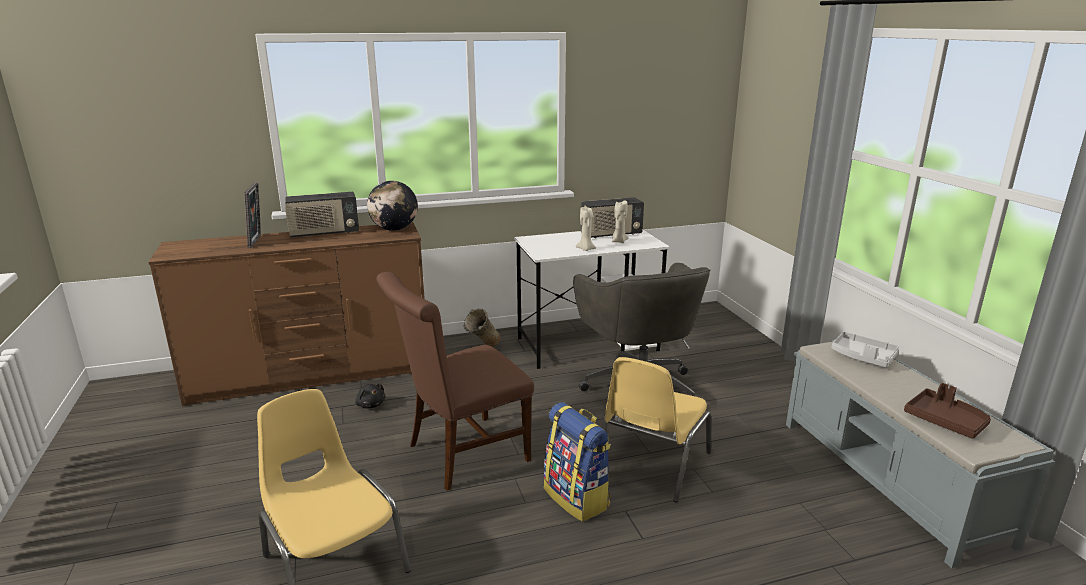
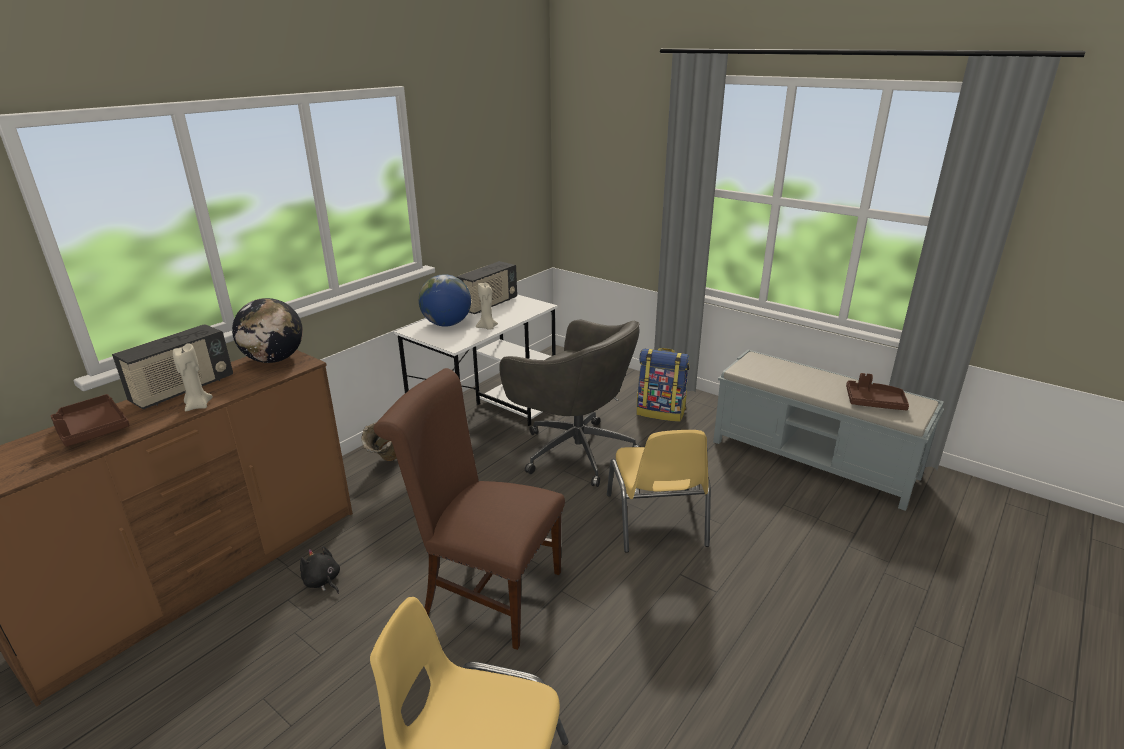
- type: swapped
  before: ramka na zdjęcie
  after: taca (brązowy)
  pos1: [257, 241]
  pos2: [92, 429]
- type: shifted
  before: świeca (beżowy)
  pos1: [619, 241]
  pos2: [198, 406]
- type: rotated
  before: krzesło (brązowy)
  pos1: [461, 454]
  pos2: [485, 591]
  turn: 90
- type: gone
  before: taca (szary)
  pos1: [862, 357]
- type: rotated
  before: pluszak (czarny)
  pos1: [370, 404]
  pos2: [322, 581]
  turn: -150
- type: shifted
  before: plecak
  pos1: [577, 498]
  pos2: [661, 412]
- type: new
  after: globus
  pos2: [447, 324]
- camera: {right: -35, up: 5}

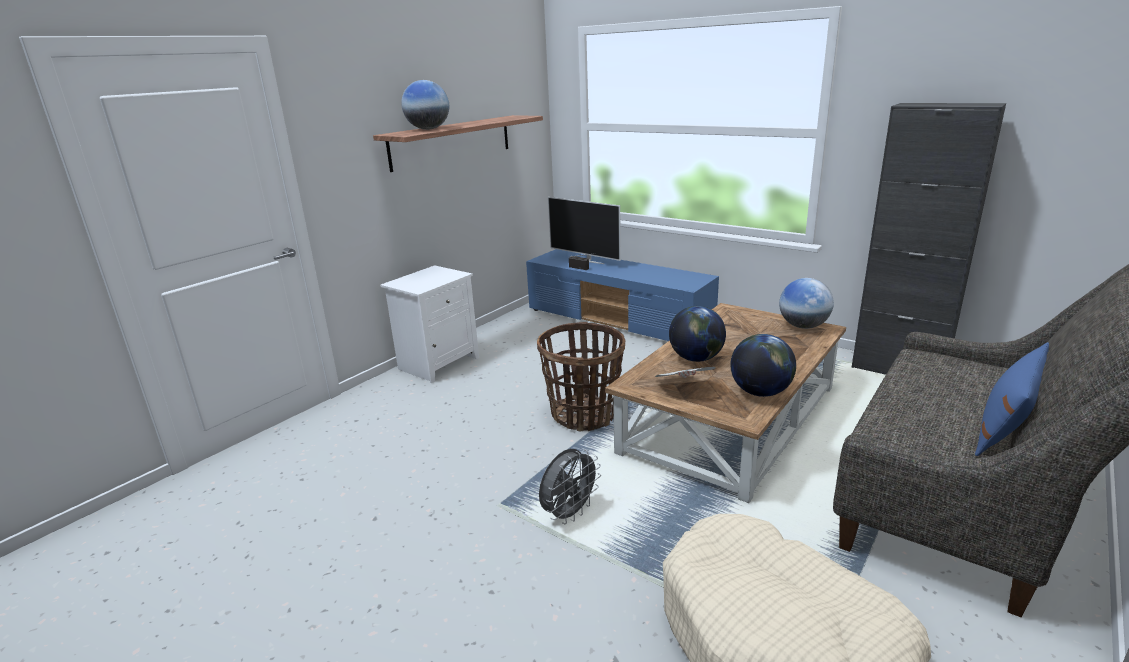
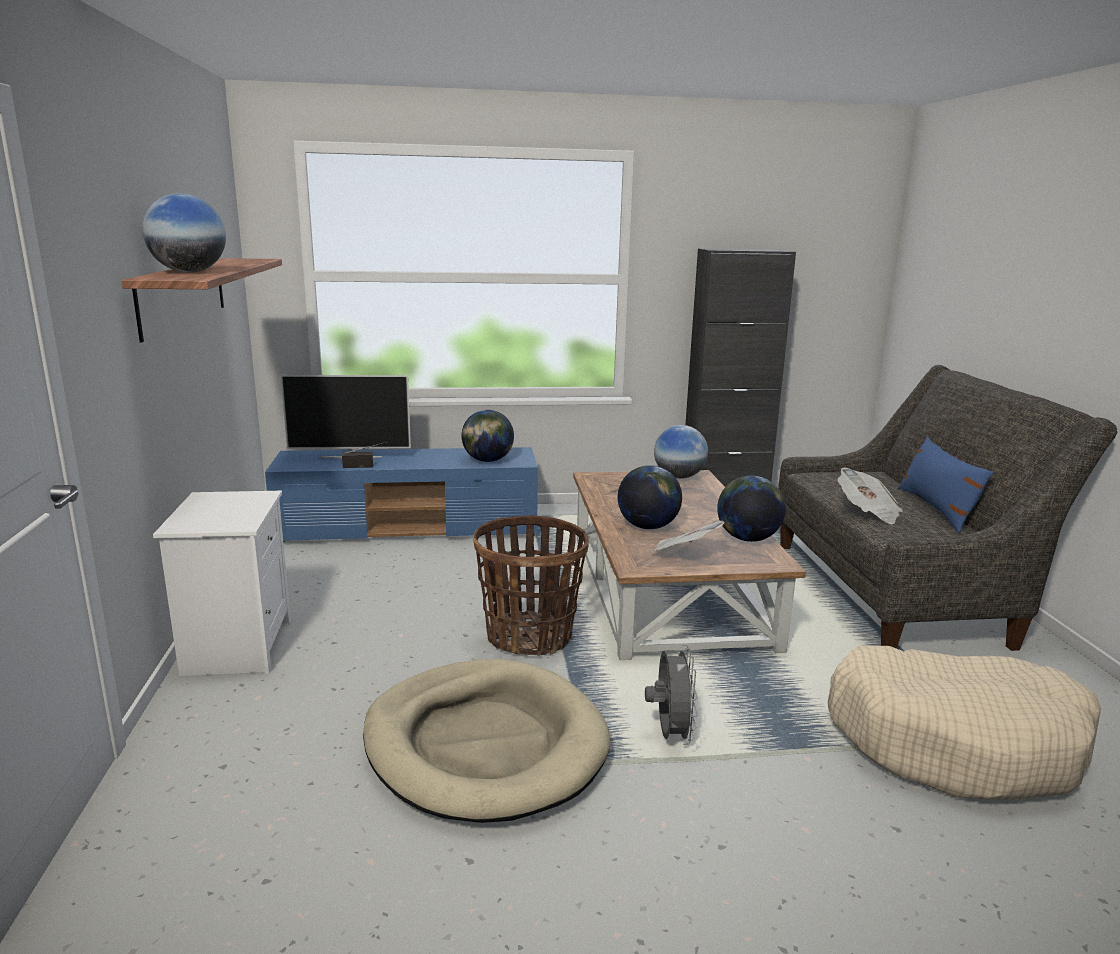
- type: new
  after: globus
  pos2: [487, 460]
- type: new
  after: gazeta
  pos2: [868, 512]
- type: new
  after: legowisko (beżowy)
  pos2: [485, 745]
- camera: {right: -45, up: -5}

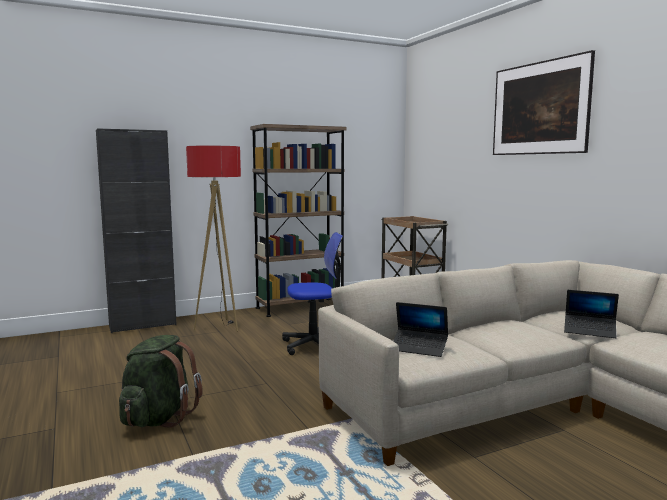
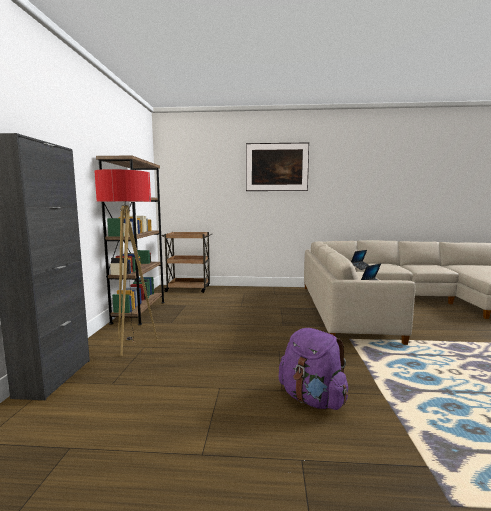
- type: gone
  before: krzesło biurowe
  pos1: [315, 345]
- type: repainted
  before: plecak (zielony)
  after: plecak (fioletowy)
  pos1: [159, 418]
  pos2: [312, 399]
- camera: {right: -60, up: 0}

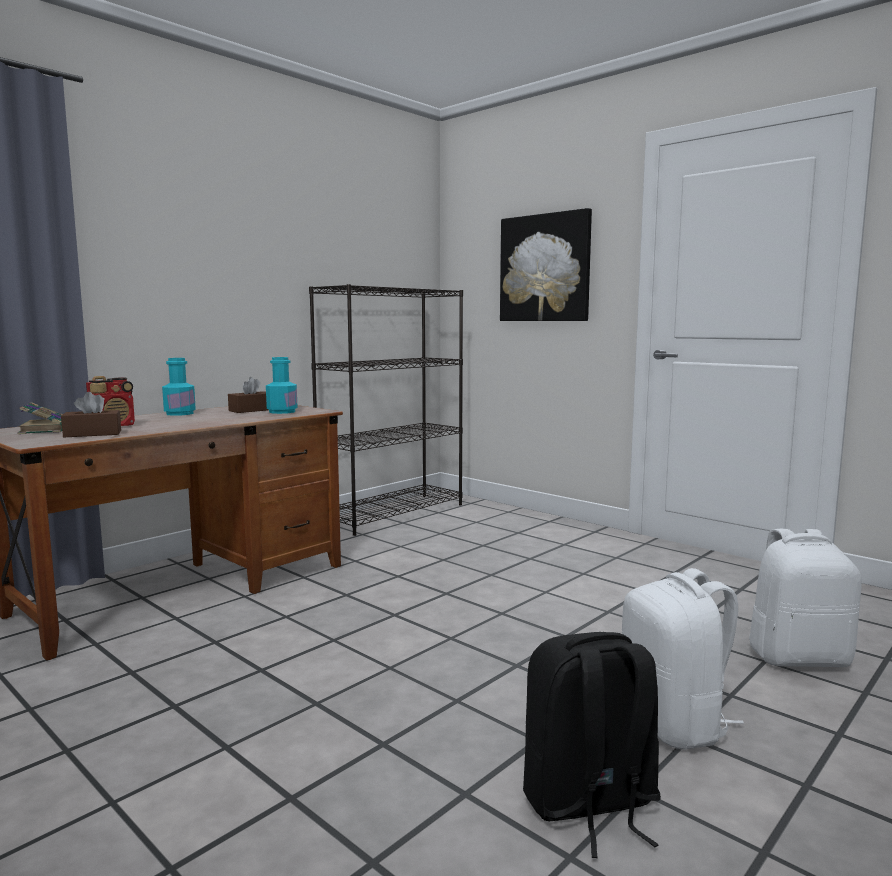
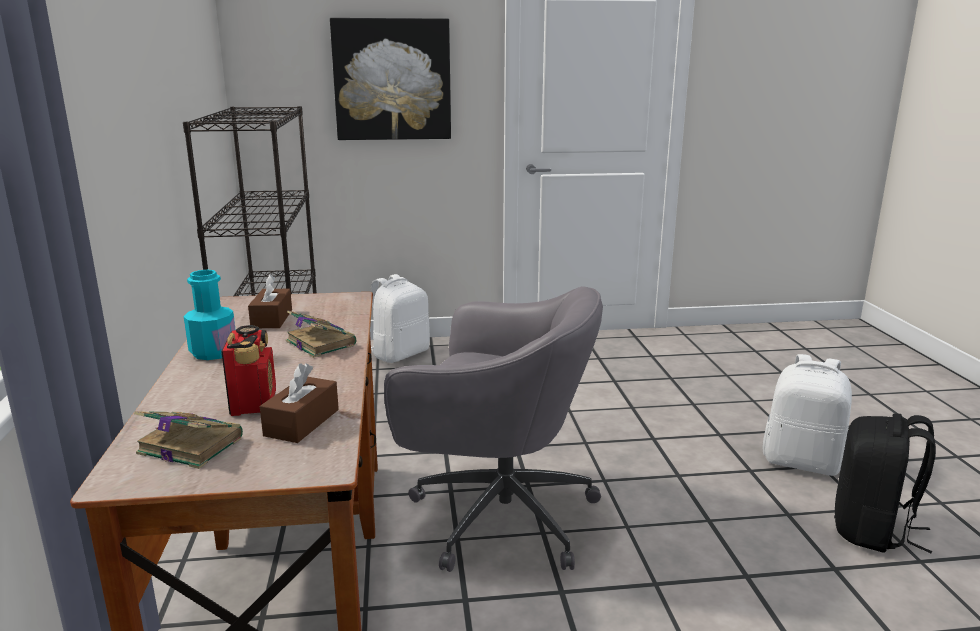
- type: gone
  before: butelka (turkusowy)
  pos1: [282, 412]
- type: shifted
  before: plecak (biały)
  pos1: [799, 657]
  pos2: [400, 354]
- type: new
  after: krzesło biurowe (szary)
  pos2: [497, 515]
- type: new
  after: książka
  pos2: [320, 343]
- camera: {right: -50, up: 10}

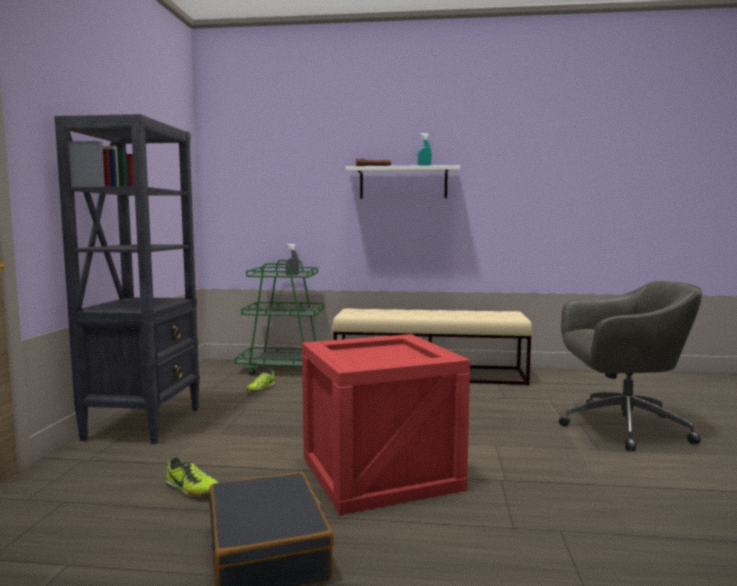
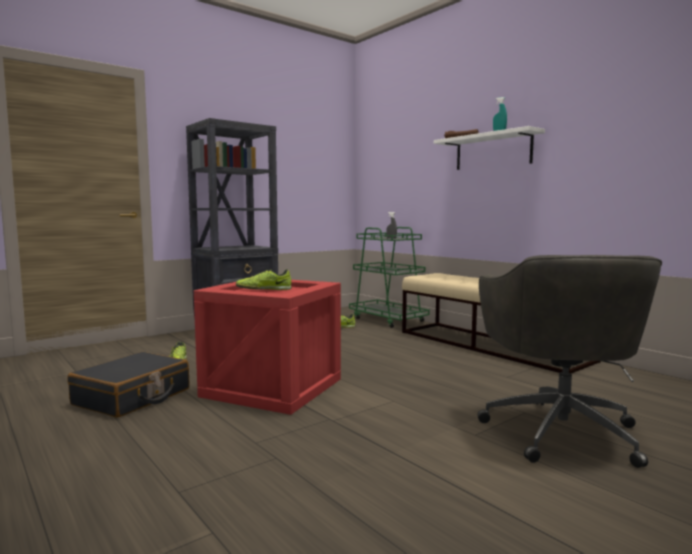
- type: rotated
  before: krzesło biurowe (szary)
  pos1: [620, 427]
  pos2: [560, 430]
  turn: 45
- type: new
  after: but
  pos2: [264, 290]
- camera: {right: 45, up: 0}

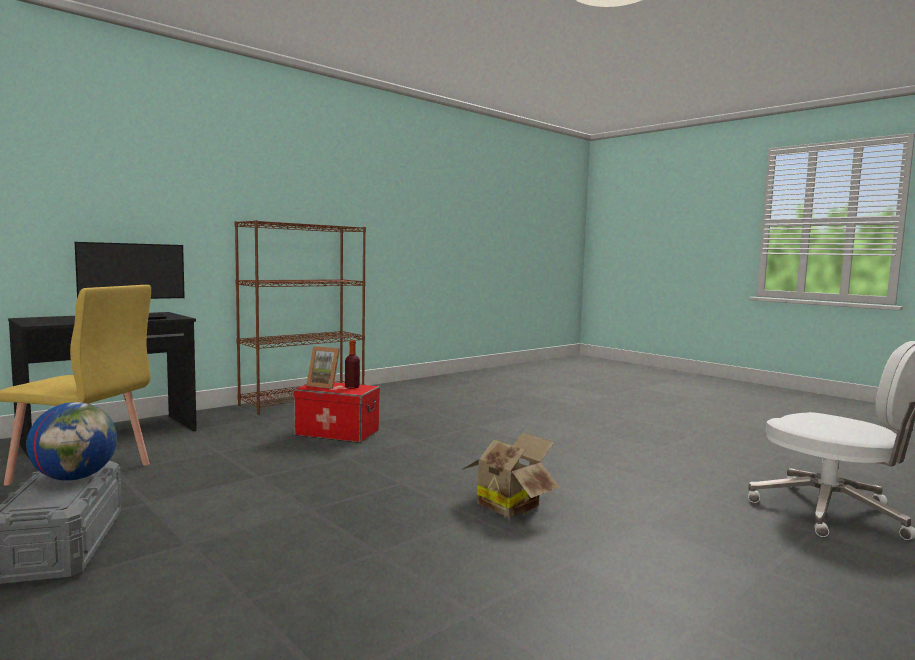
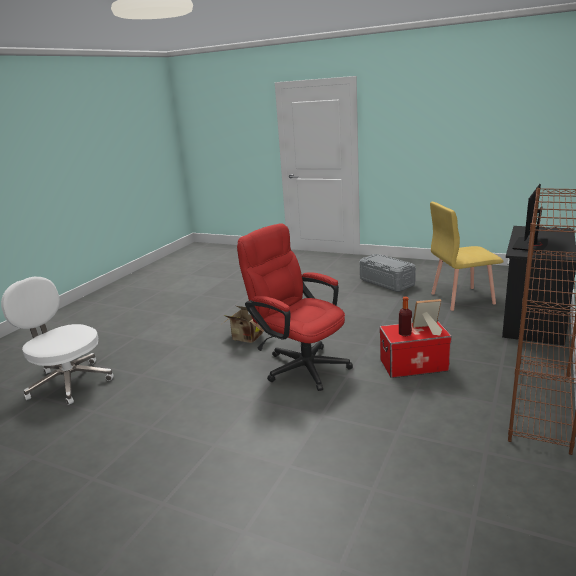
- type: gone
  before: globus
  pos1: [75, 477]
- type: new
  after: krzesło biurowe (czerwony)
  pos2: [300, 365]
- camera: {right: 160, up: 15}

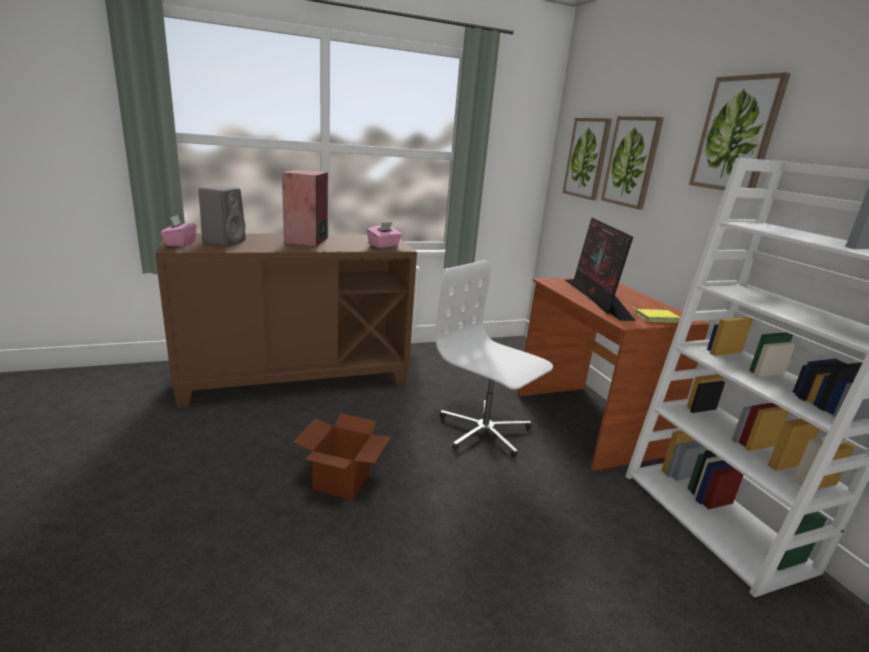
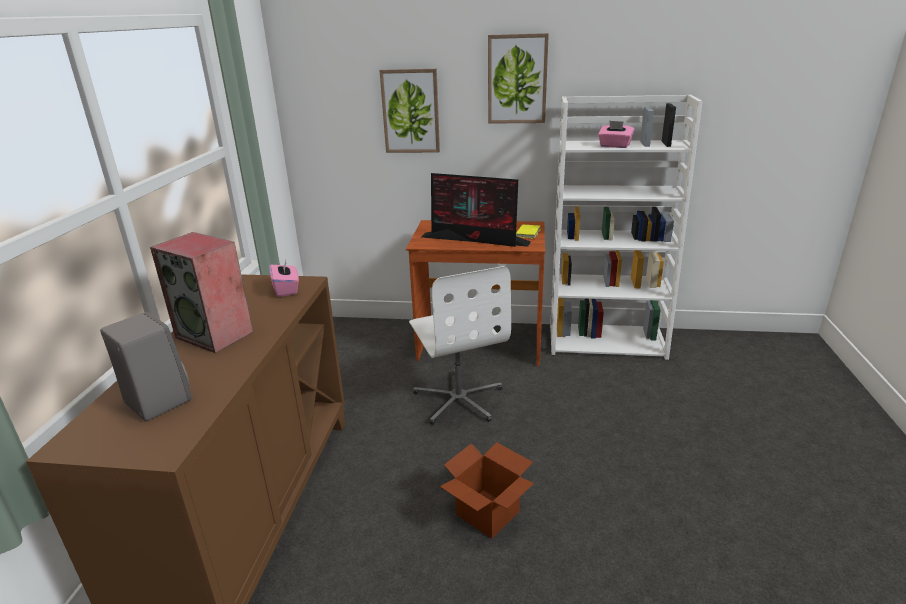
- type: gone
  before: obraz
  pos1: [587, 158]
- type: shifted
  before: pudełko chusteczek (różowy)
  pos1: [180, 243]
  pos2: [614, 146]
- type: rotated
  before: krzesło biurowe (biały)
  pos1: [484, 430]
  pos2: [459, 399]
  turn: -90
- camera: {right: -60, up: 5}

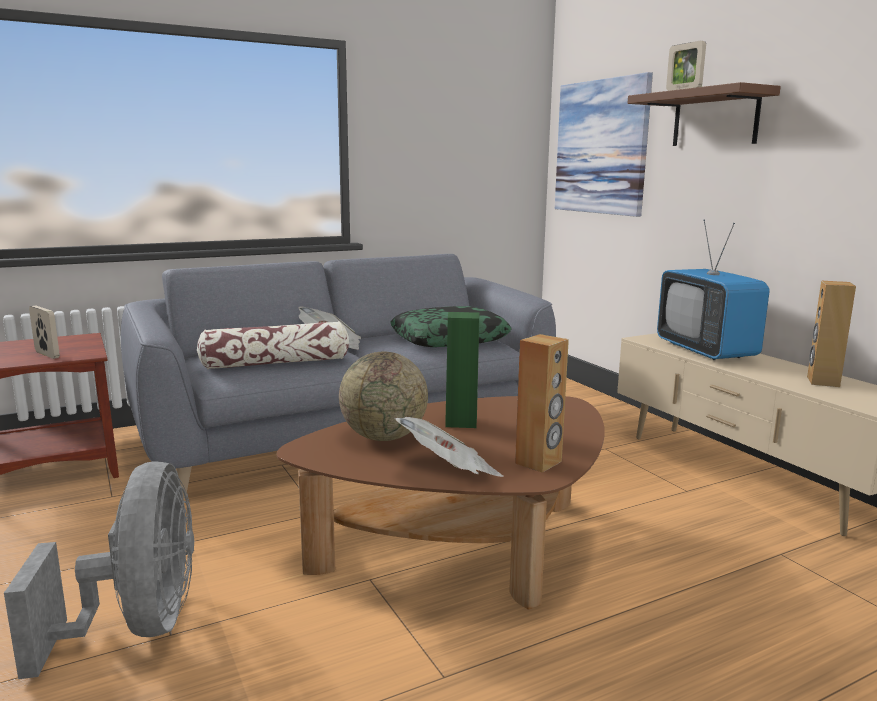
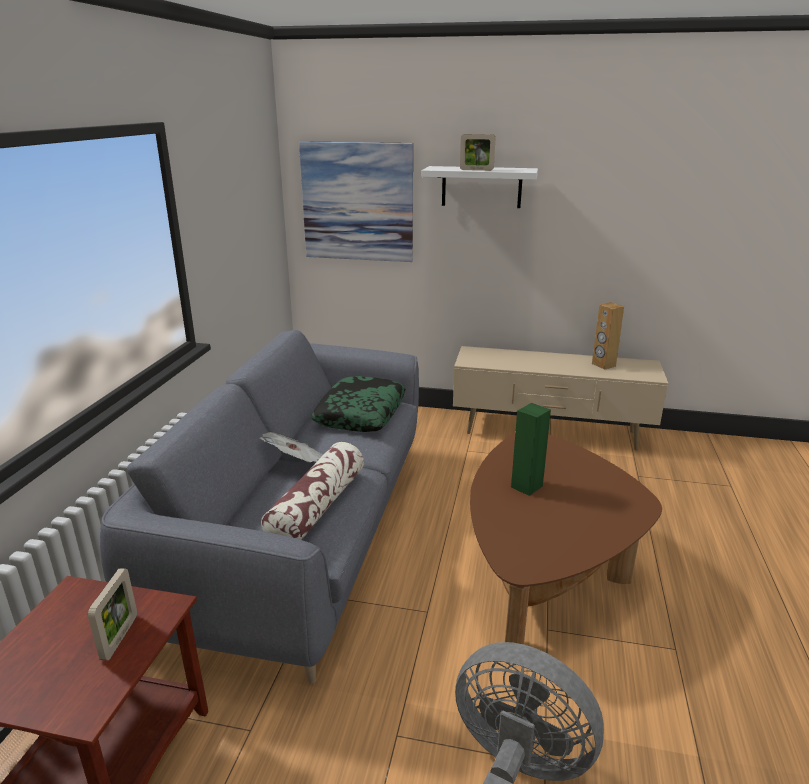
- type: repainted
  before: półka (brązowy)
  after: półka (biały)
  pos1: [715, 118]
  pos2: [481, 187]
- type: gone
  before: telewizor
  pos1: [705, 351]
- type: rotated
  before: ramka na zdjęcie
  pos1: [47, 354]
  pos2: [120, 637]
  turn: 105
- type: gone
  before: głośnik (brązowy)
  pos1: [539, 462]
- type: gone
  before: globus
  pos1: [384, 437]
- type: gone
  before: gazeta
  pos1: [449, 473]
- camera: {right: -50, up: 10}

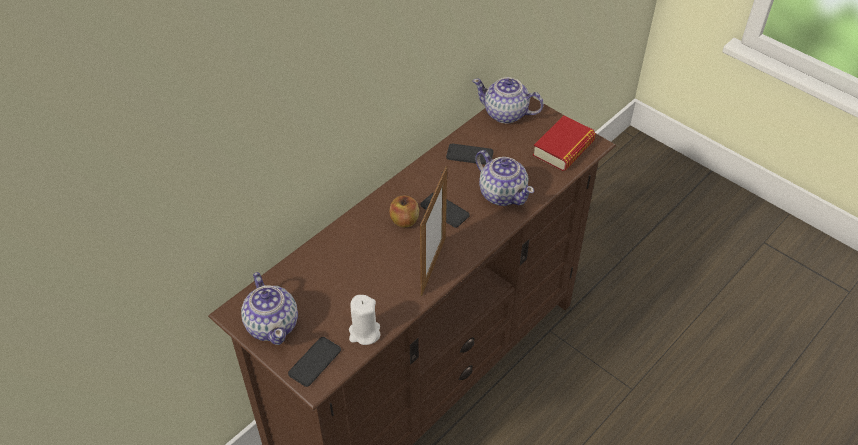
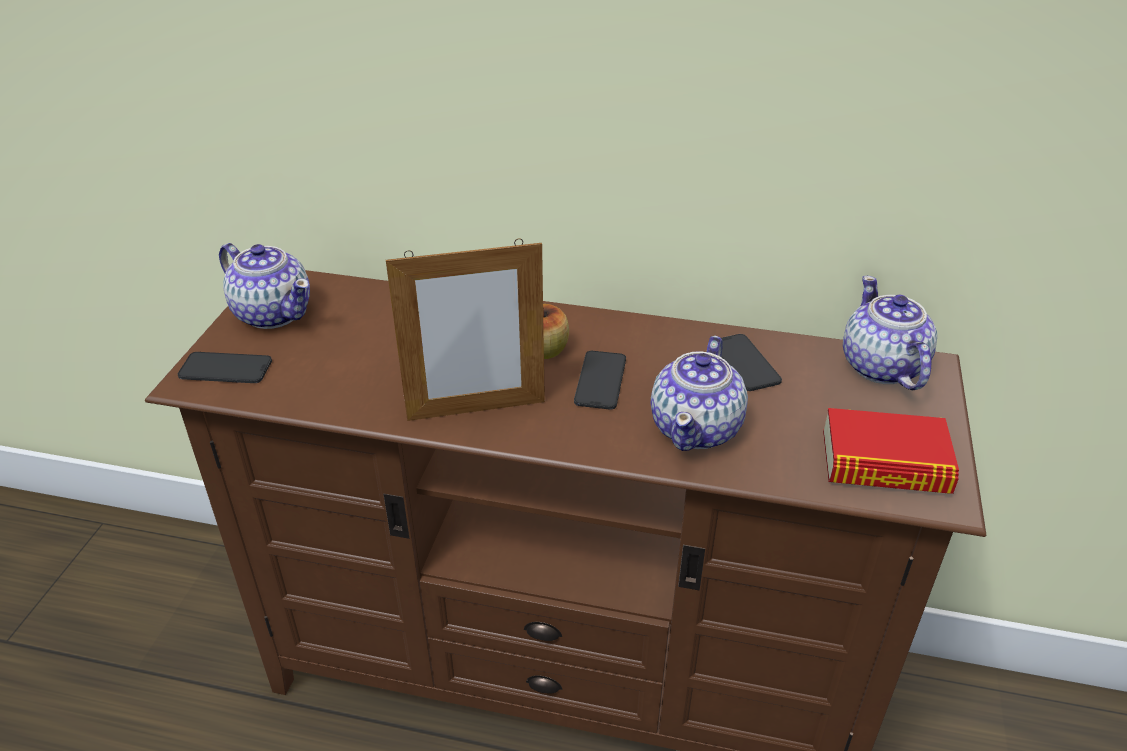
- type: rotated
  before: imbryk
  pos1: [273, 324]
  pos2: [273, 313]
  turn: -90
- type: gone
  before: świeca (biały)
  pos1: [364, 333]
- camera: {right: 60, up: -10}

